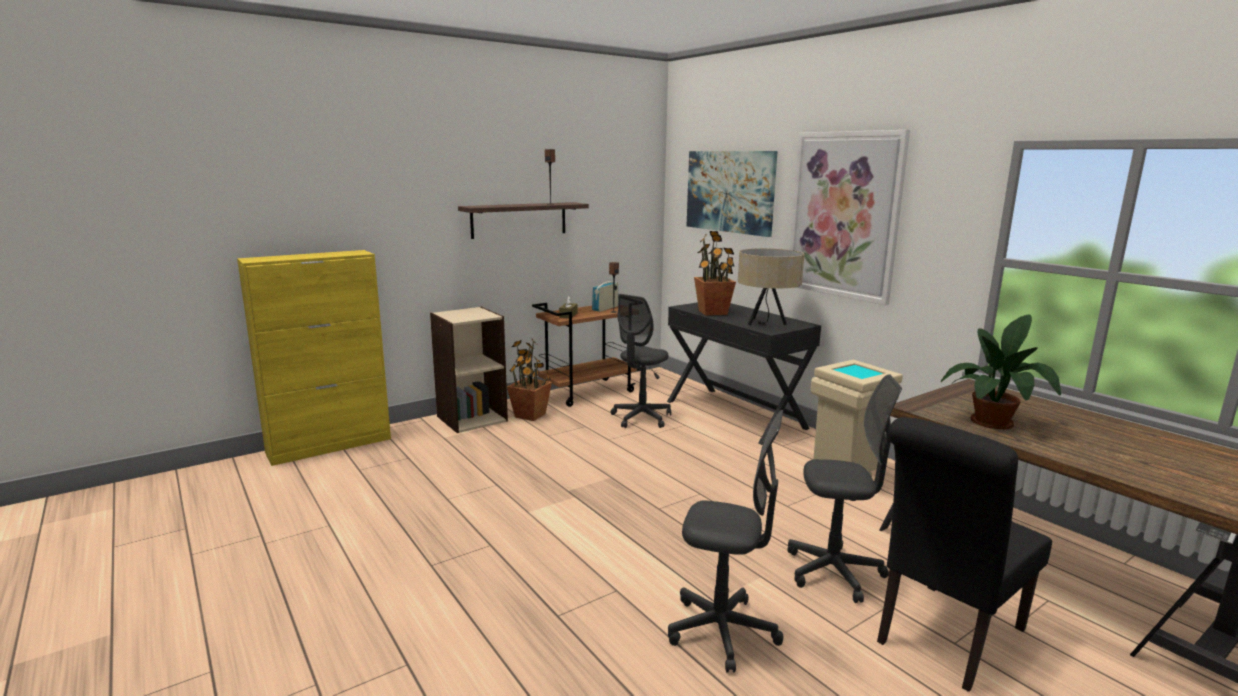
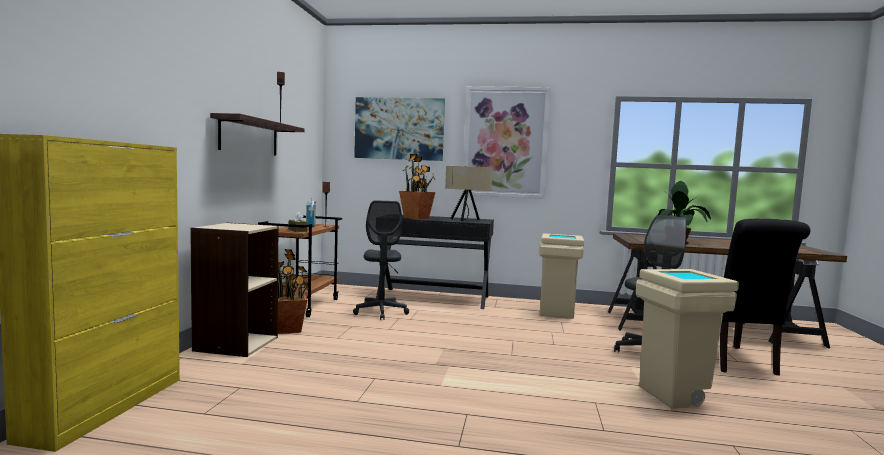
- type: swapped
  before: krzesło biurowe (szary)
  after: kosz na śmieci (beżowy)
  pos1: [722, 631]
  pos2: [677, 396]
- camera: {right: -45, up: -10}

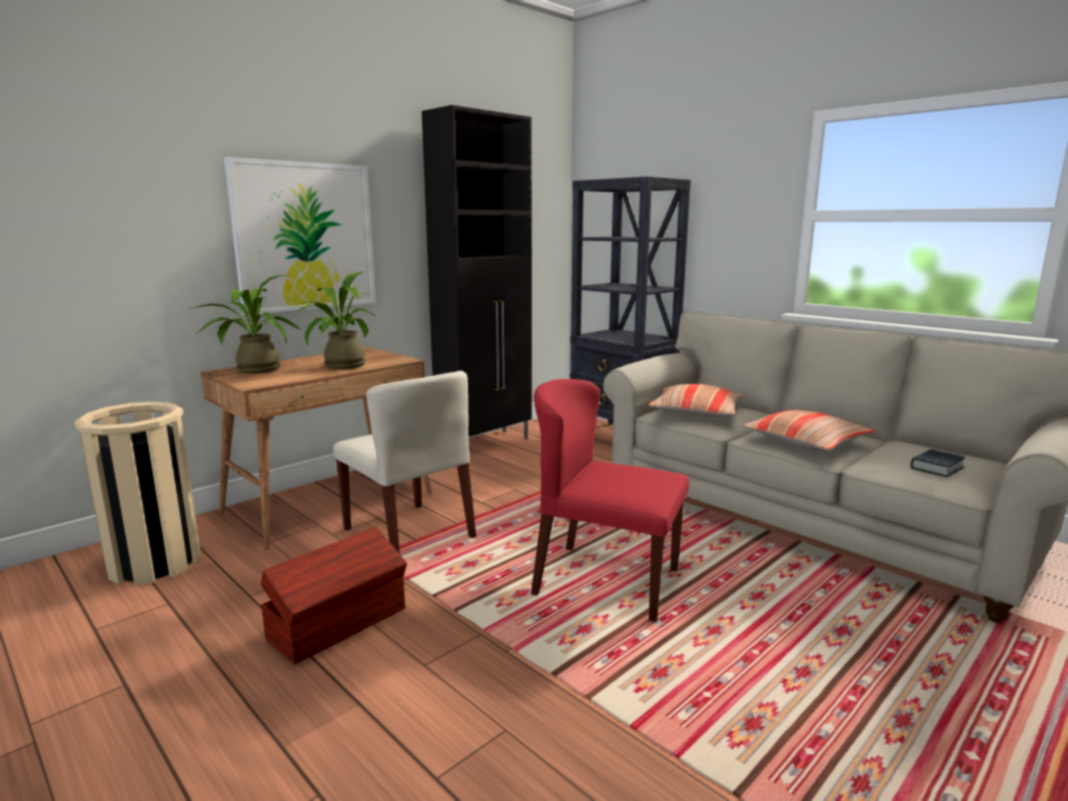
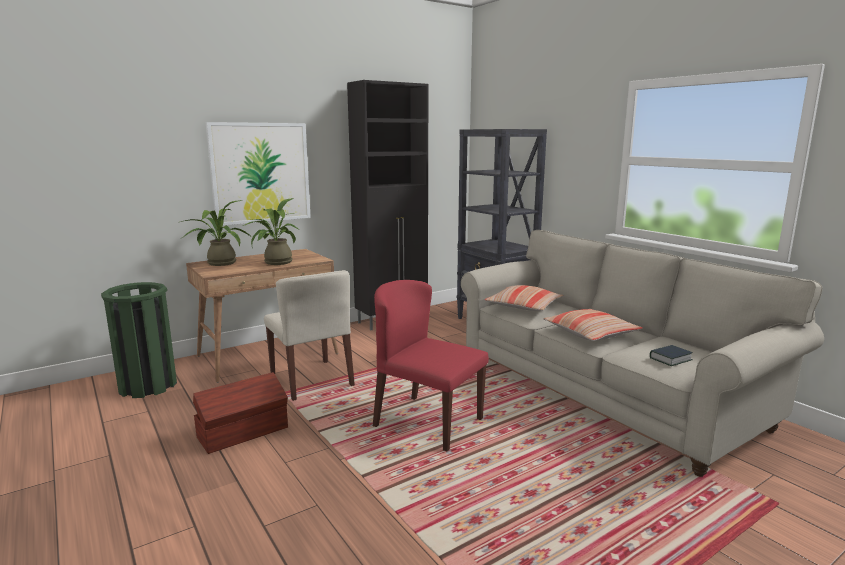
- type: repainted
  before: kosz na śmieci (beżowy)
  after: kosz na śmieci (zielony)
  pos1: [155, 563]
  pos2: [148, 386]
- camera: {right: 10, up: 0}

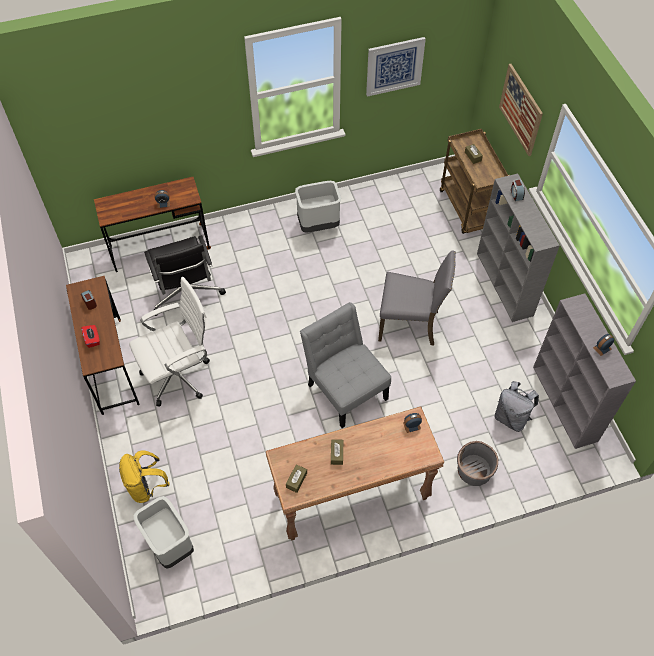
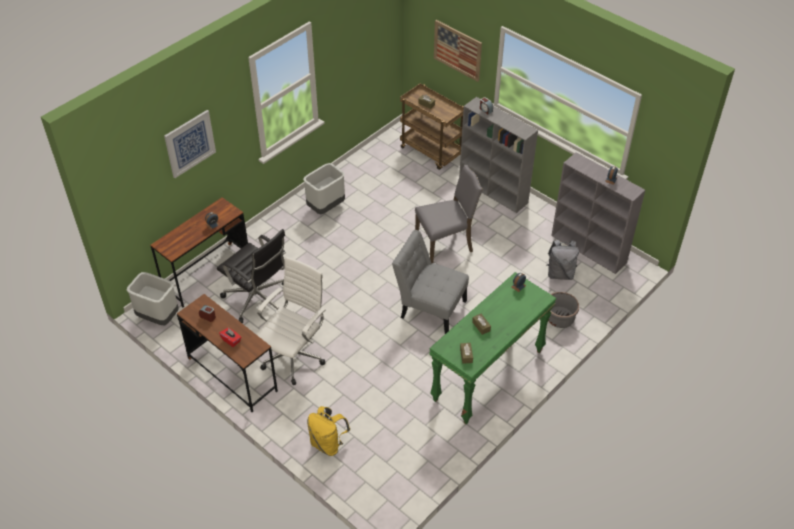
- type: shifted
  before: obraz
  pos1: [394, 66]
  pos2: [190, 143]
- type: repainted
  before: stolik konsolowy (brązowy)
  after: stolik konsolowy (zielony)
  pos1: [351, 498]
  pos2: [488, 376]
- type: shifted
  before: kosz na śmieci (szary)
  pos1: [169, 545]
  pos2: [158, 317]
- camera: {right: -30, up: -10}

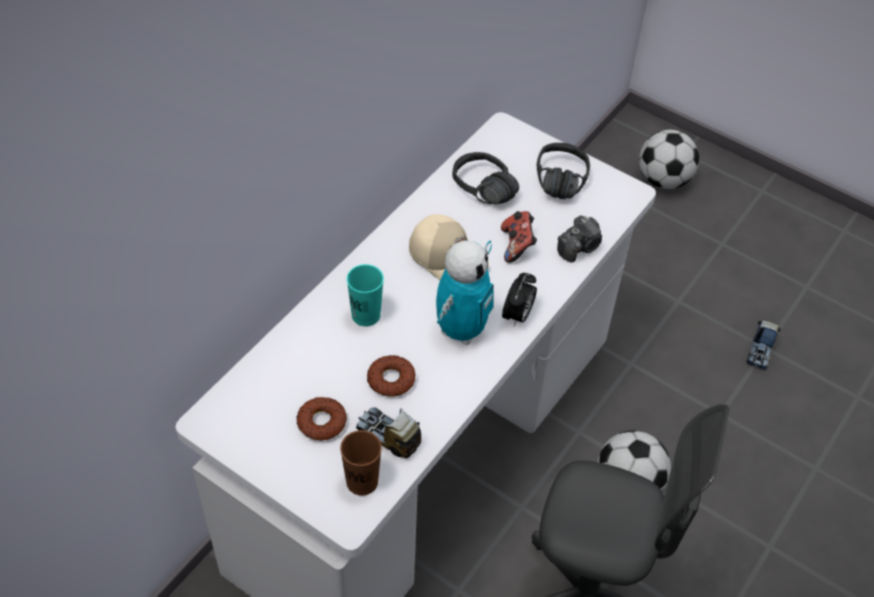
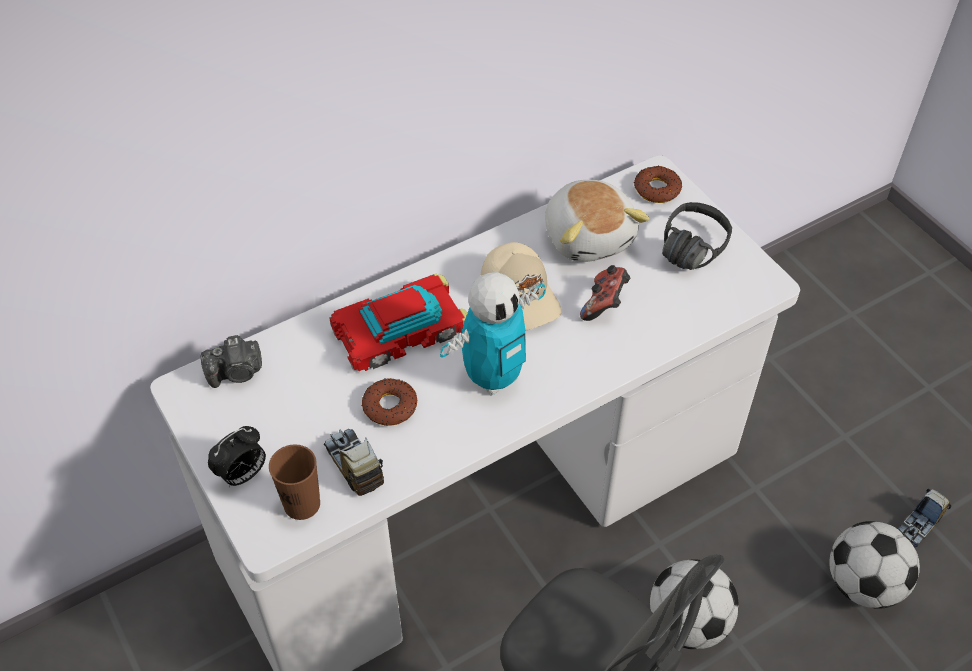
- type: shifted
  before: piłka futbolowa
  pos1: [663, 180]
  pos2: [863, 583]
- type: swapped
  before: słuchawki (czarny)
  after: pluszak
  pos1: [477, 194]
  pos2: [589, 236]
- type: shifted
  before: aparat fotograficzny
  pos1: [579, 247]
  pos2: [236, 373]
- type: swapped
  before: filiżanka (turkusowy)
  after: samochodzik
  pos1: [366, 315]
  pos2: [400, 330]
- type: shifted
  before: budzik
  pos1: [517, 316]
  pos2: [242, 475]
- type: shifted
  before: donut
  pos1: [321, 422]
  pos2: [657, 189]
- camera: {right: 25, up: 0}

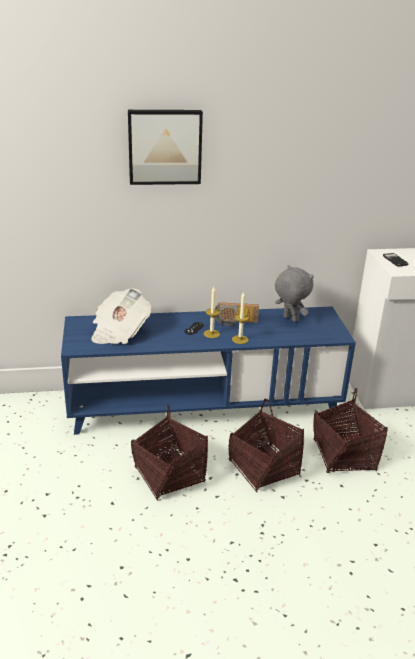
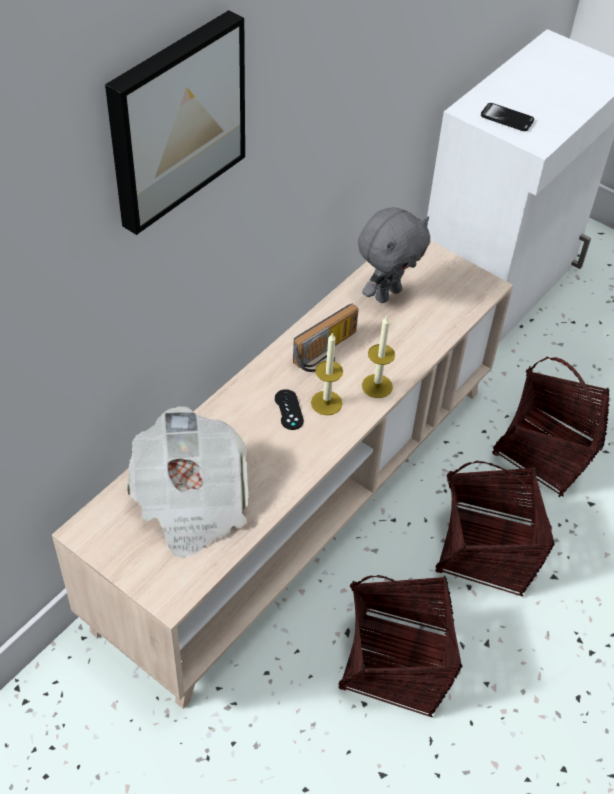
- type: rotated
  before: pluszak (szary)
  pos1: [289, 319]
  pos2: [387, 293]
  turn: 135
- type: repainted
  before: szafka pod telewizor (niebieski)
  after: szafka pod telewizor (beżowy)
  pos1: [204, 406]
  pos2: [300, 502]
- camera: {right: -45, up: 20}

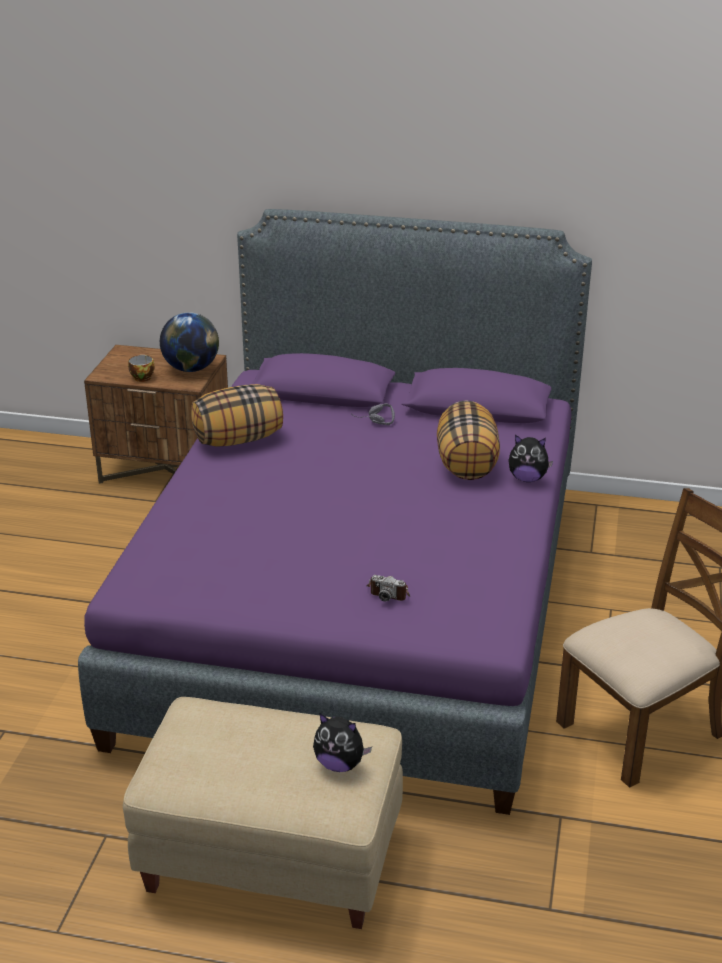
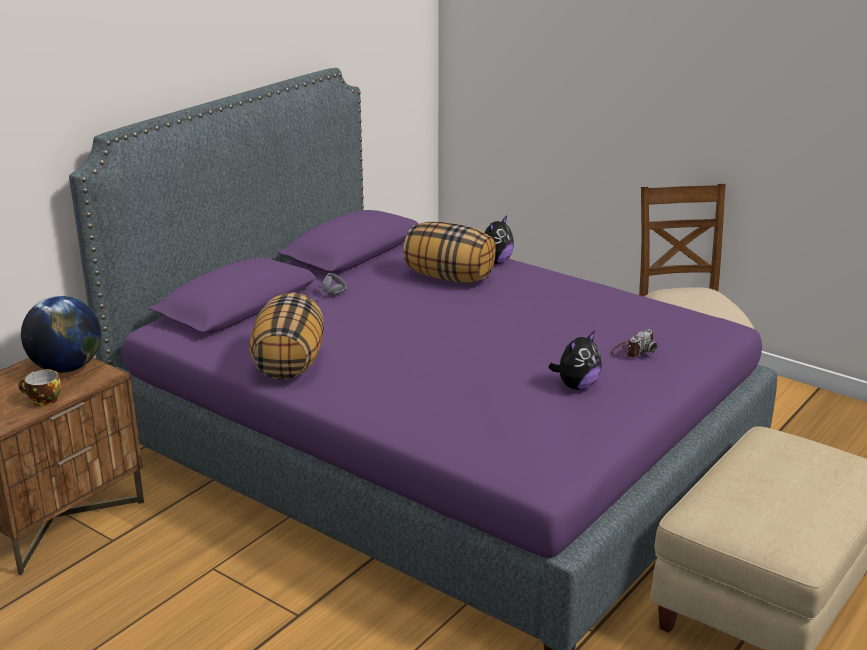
- type: shifted
  before: pluszak
  pos1: [340, 764]
  pos2: [576, 386]
- camera: {right: -65, up: -5}

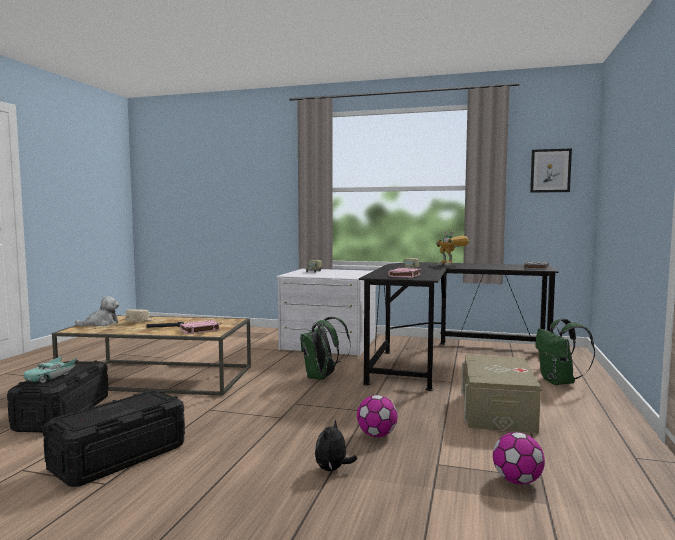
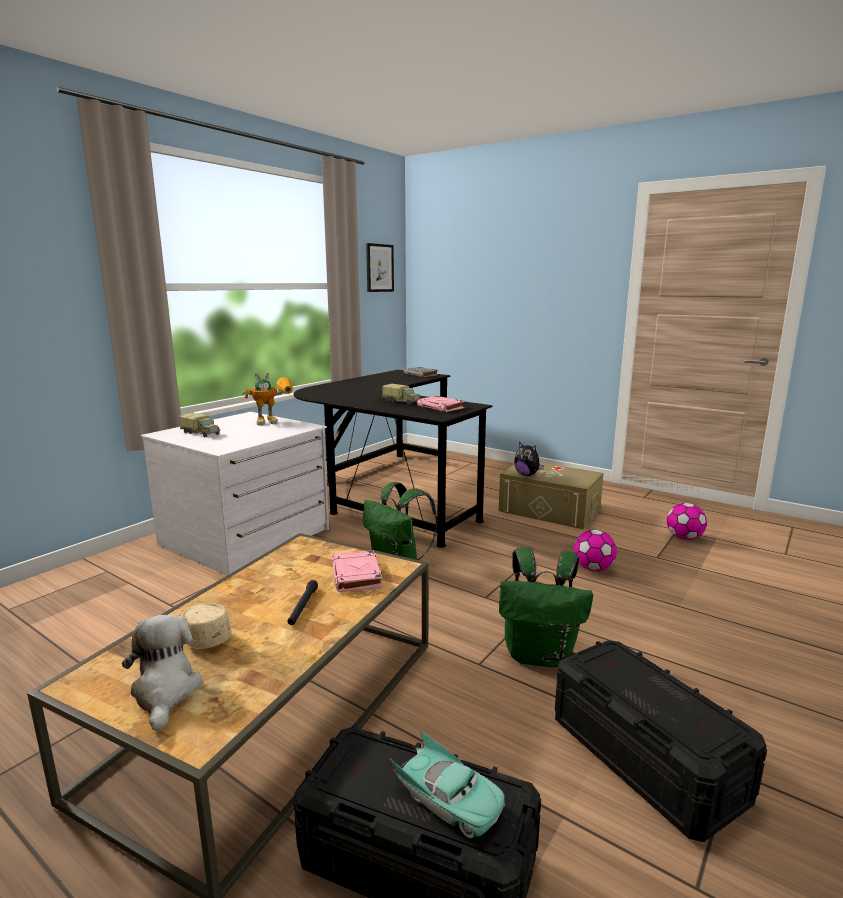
- type: shifted
  before: robot zabawkowy
  pos1: [452, 265]
  pos2: [274, 421]
- type: shifted
  before: plecak (zielony)
  pos1: [559, 382]
  pos2: [540, 655]
- type: shifted
  before: pluszak
  pos1: [333, 469]
  pos2: [527, 475]
- camera: {right: -70, up: 10}

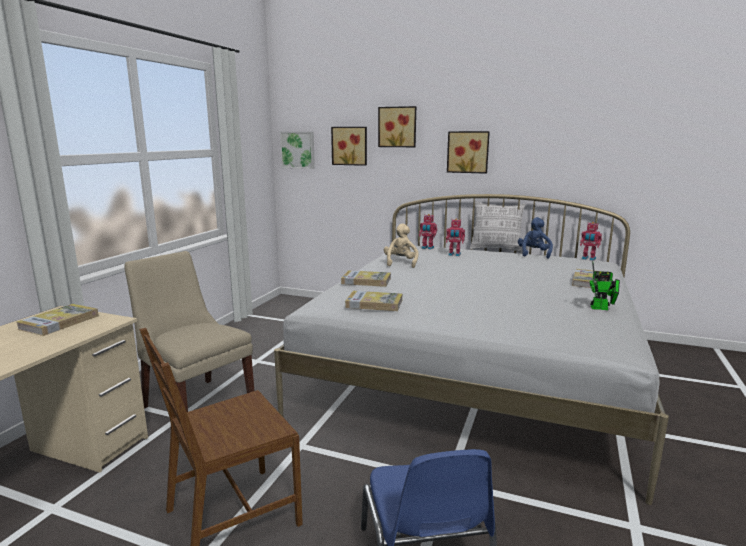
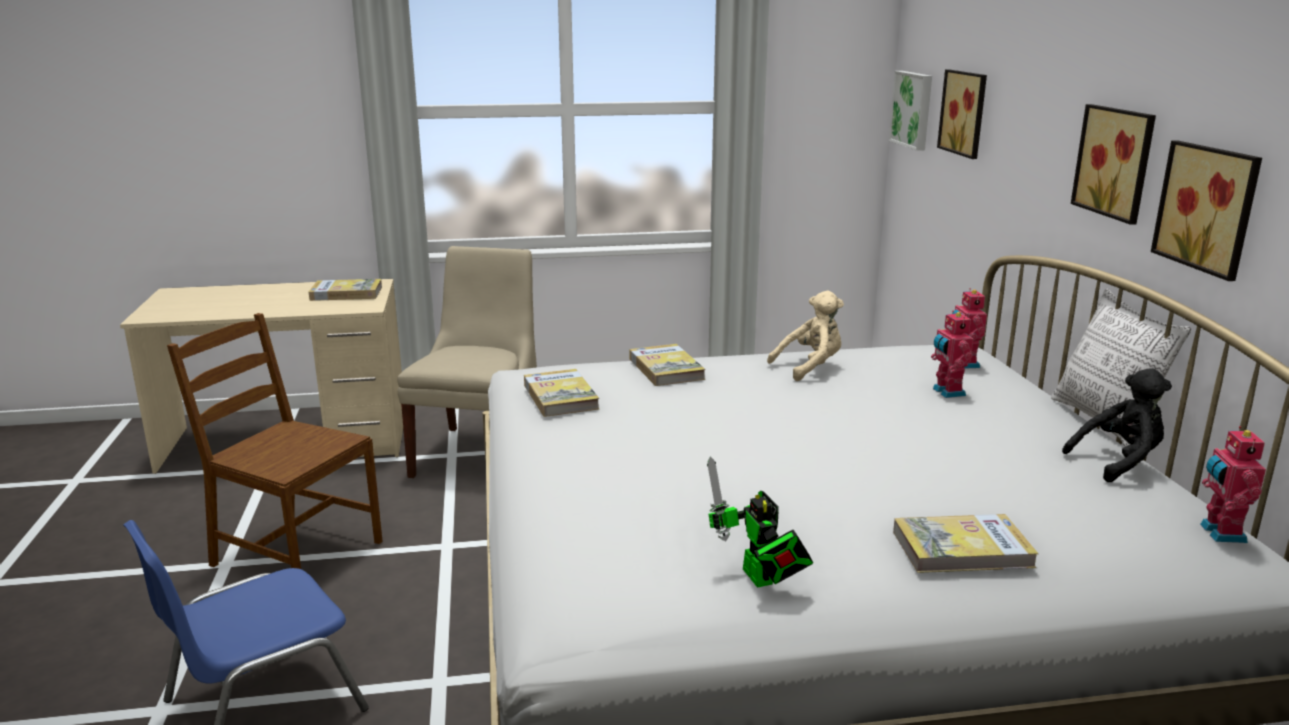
- type: shifted
  before: obraz
  pos1: [397, 127]
  pos2: [1210, 208]
- type: repainted
  before: pluszak (niebieski)
  after: pluszak (czarny)
  pos1: [534, 254]
  pos2: [1119, 462]
- camera: {right: 60, up: 5}

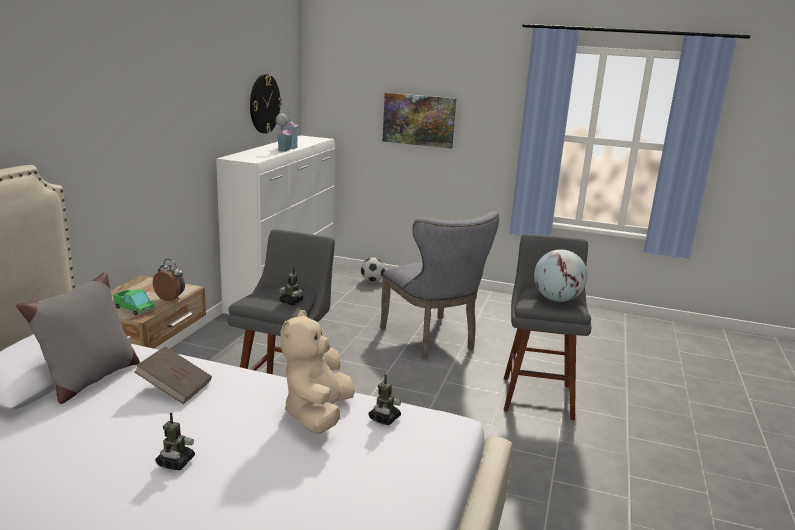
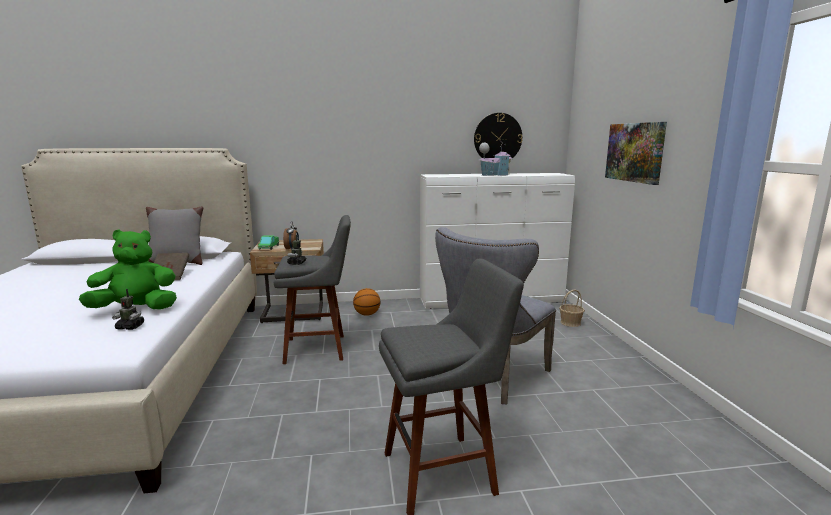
- type: gone
  before: globus
  pos1: [557, 299]
- type: swapped
  before: piłka futbolowa
  after: koszyk
  pos1: [372, 281]
  pos2: [570, 323]
- type: repainted
  before: pluszak (beżowy)
  after: pluszak (zielony)
  pos1: [317, 414]
  pos2: [136, 309]
- type: gone
  before: robot zabawkowy
  pos1: [175, 462]
- type: new
  after: piłka do koszykówki
  pos2: [367, 314]
- camera: {right: 65, up: -5}

